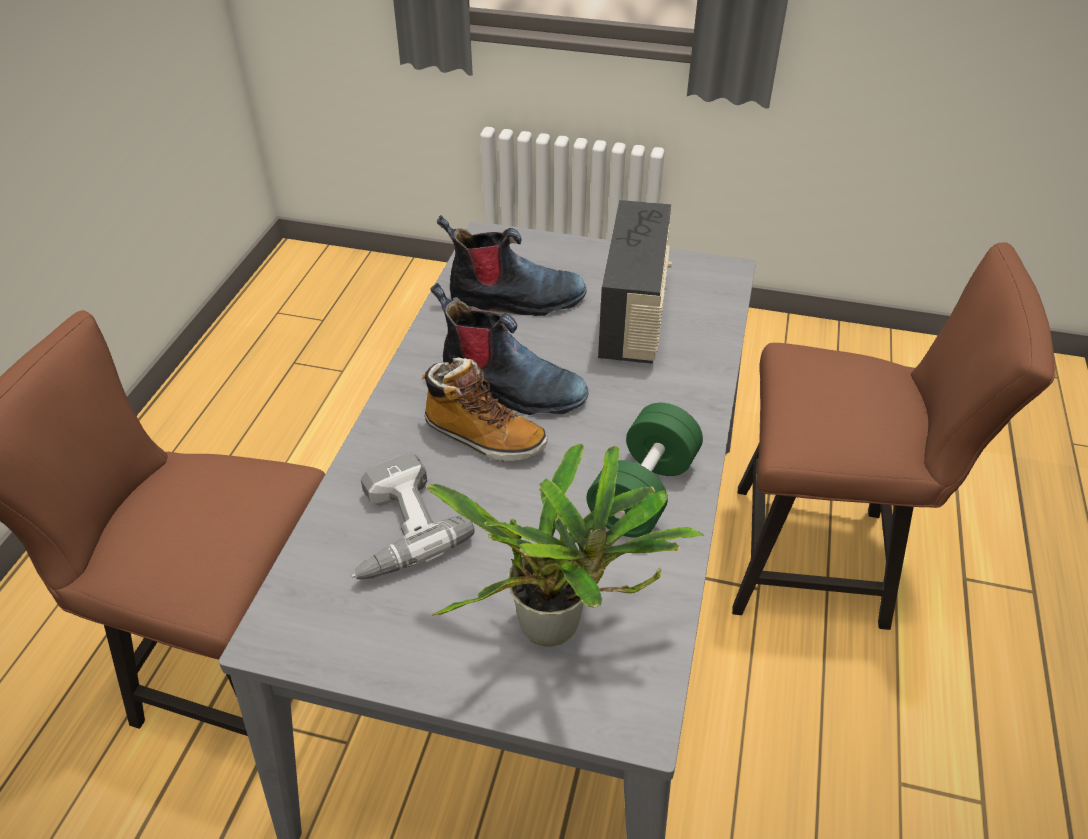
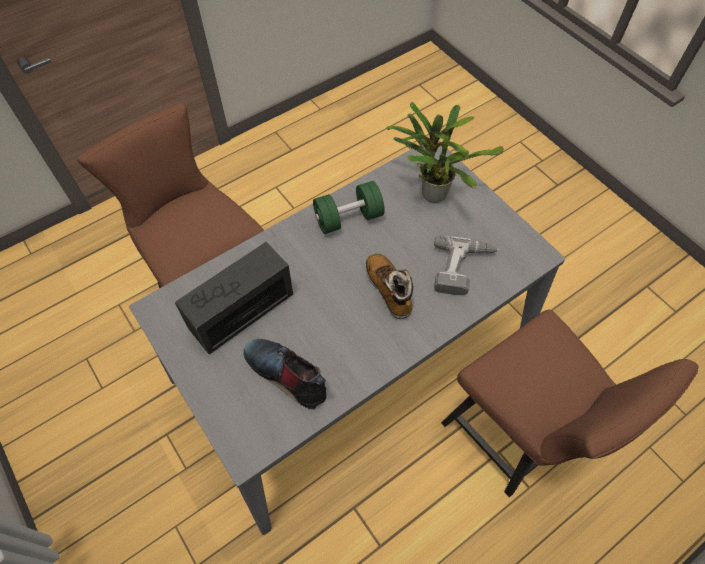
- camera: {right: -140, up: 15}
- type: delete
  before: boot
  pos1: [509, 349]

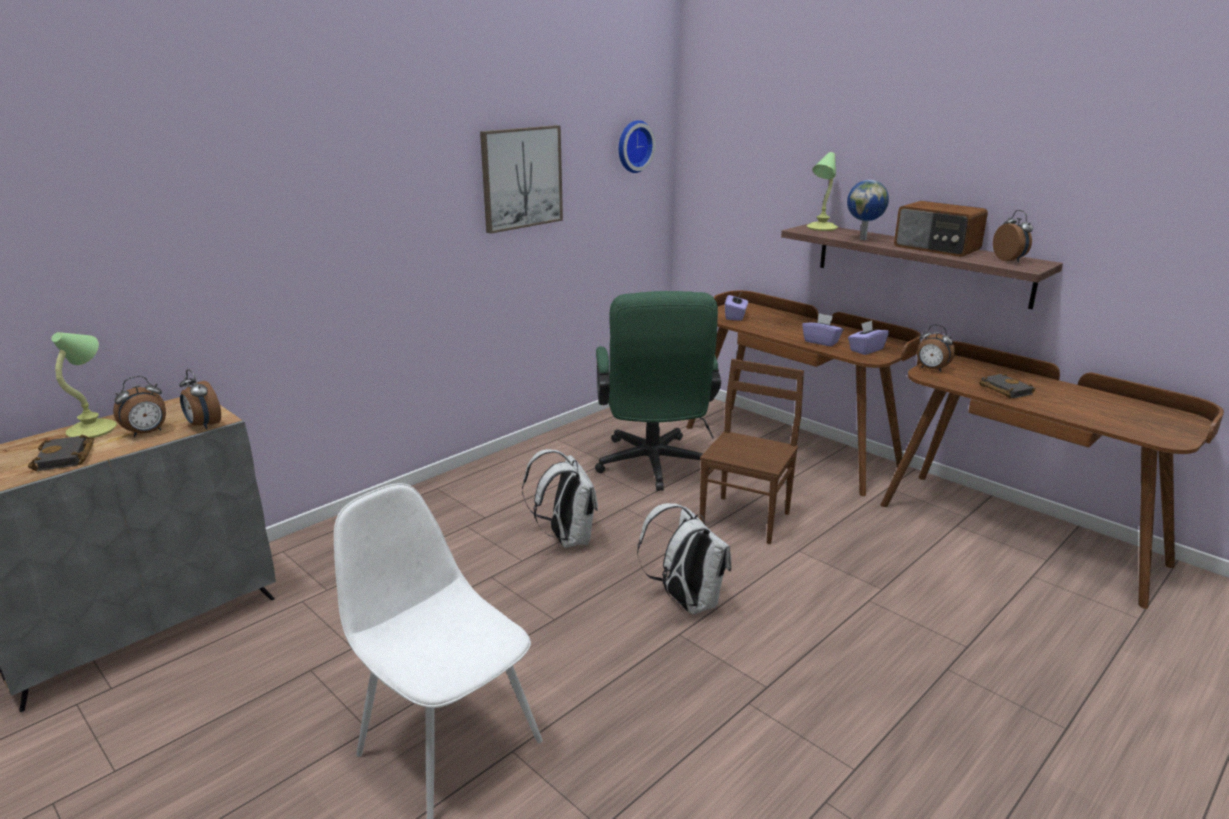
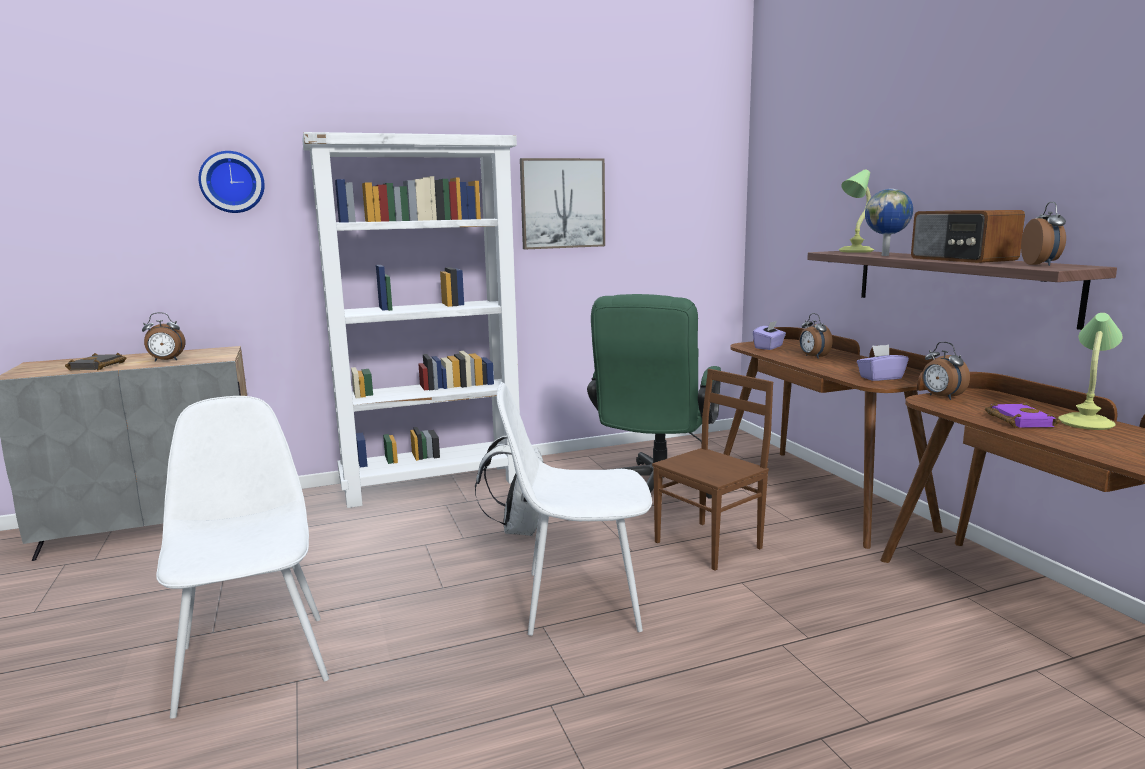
- camera: {right: 25, up: -10}
- type: move
  before: wall clock
  pos1: [637, 146]
  pos2: [232, 182]
- type: insert
  after: bookcase in white
  pos2: [411, 320]
- type: replace
  before: backpack in white
  after: chair in white
  pos1: [684, 558]
  pos2: [574, 509]
- type: move
  before: alarm clock
  pos1: [200, 399]
  pos2: [816, 336]
- type: recolor
  before: book in black
  after: book in purple
  pos1: [1007, 386]
  pos2: [1022, 415]
- type: move
  before: table lamp
  pos1: [84, 385]
  pos2: [1090, 371]
- type: delete
  before: tissue box in purple
  pos1: [822, 330]

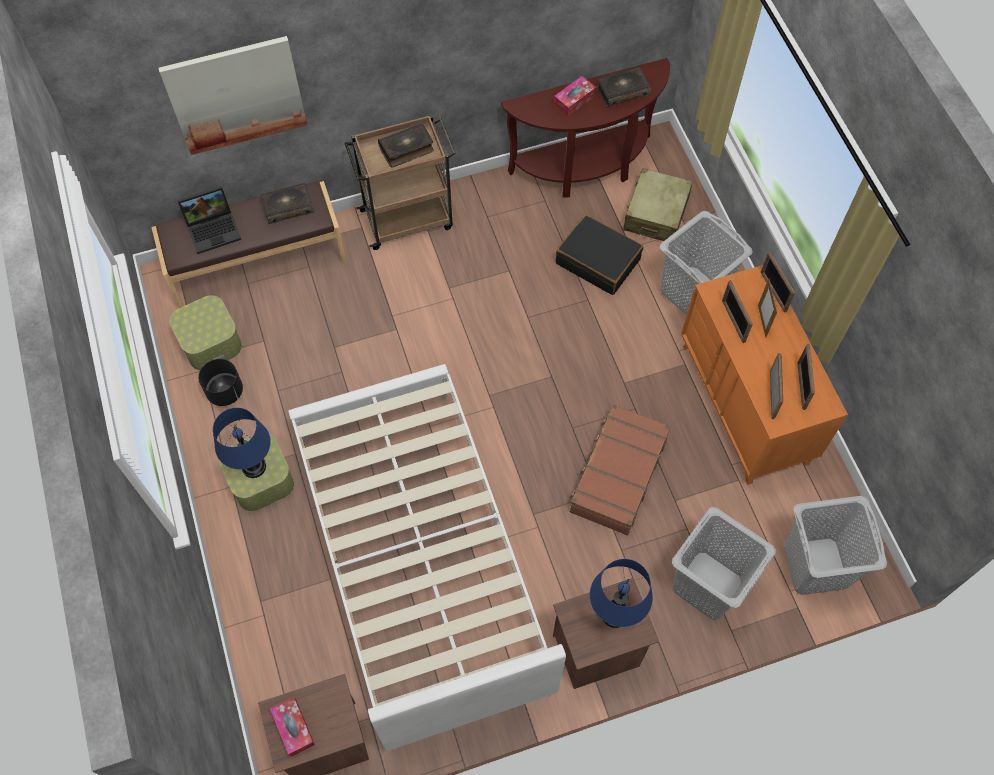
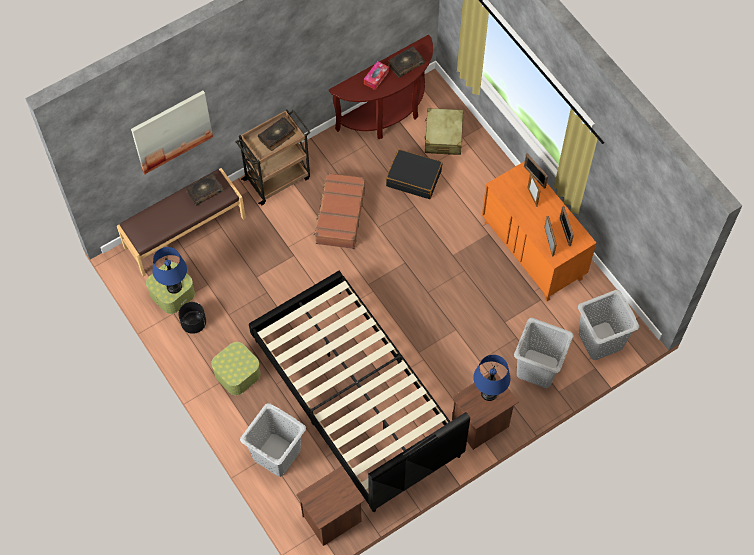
- camera: {right: -15, up: 0}
- type: move
  before: table lamp in blue
  pos1: [242, 443]
  pos2: [169, 270]
- type: move
  before: laundry basket in grey
  pos1: [706, 263]
  pos2: [273, 440]
- type: recolor
  before: bed in white
  after: bed in black
  pos1: [427, 557]
  pos2: [359, 391]
- type: move
  before: suitcase in brown
  pos1: [620, 470]
  pos2: [339, 211]
- type: delete
  before: laptop
  pos1: [209, 220]
- type: delete
  before: tissue box
  pos1: [292, 727]
- type: delete
  before: picture frame
  pos1: [737, 311]

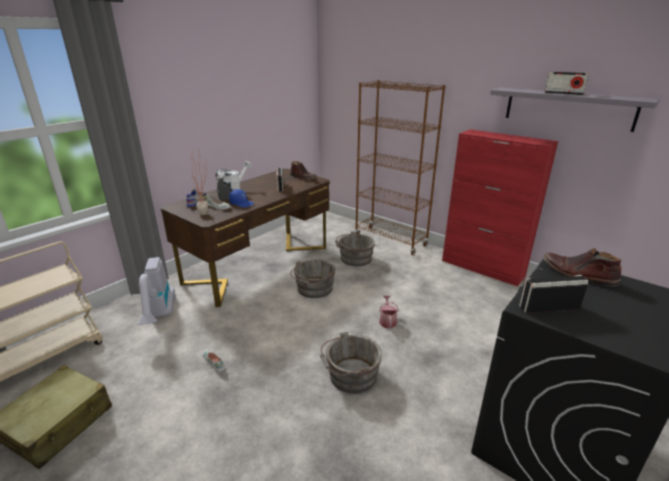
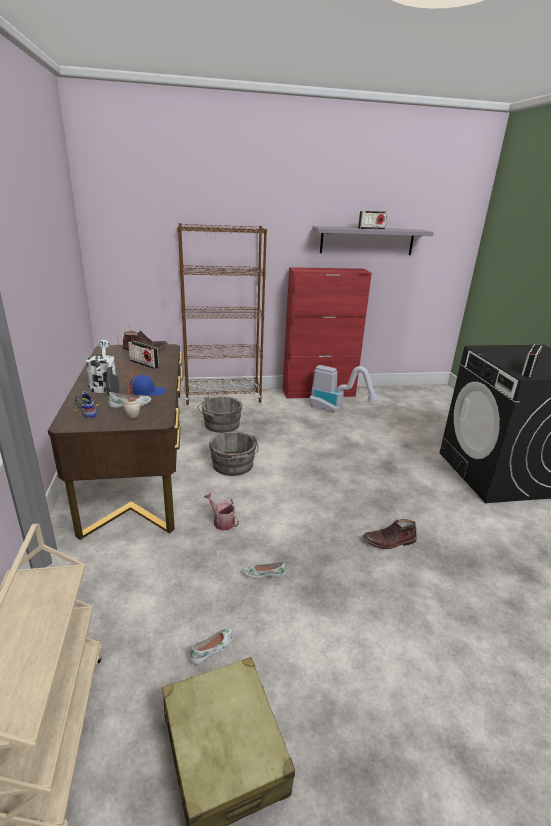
- camera: {right: -50, up: 0}
- type: insert
  after: shoe in white
  pos2: [212, 646]
- type: move
  before: watering can
  pos1: [389, 311]
  pos2: [222, 511]
- type: move
  before: vacuum cleaner
  pos1: [156, 291]
  pos2: [344, 389]
- type: move
  before: boot in brown
  pos1: [582, 267]
  pos2: [390, 534]
- type: delete
  before: bucket in grey
  pos1: [351, 363]

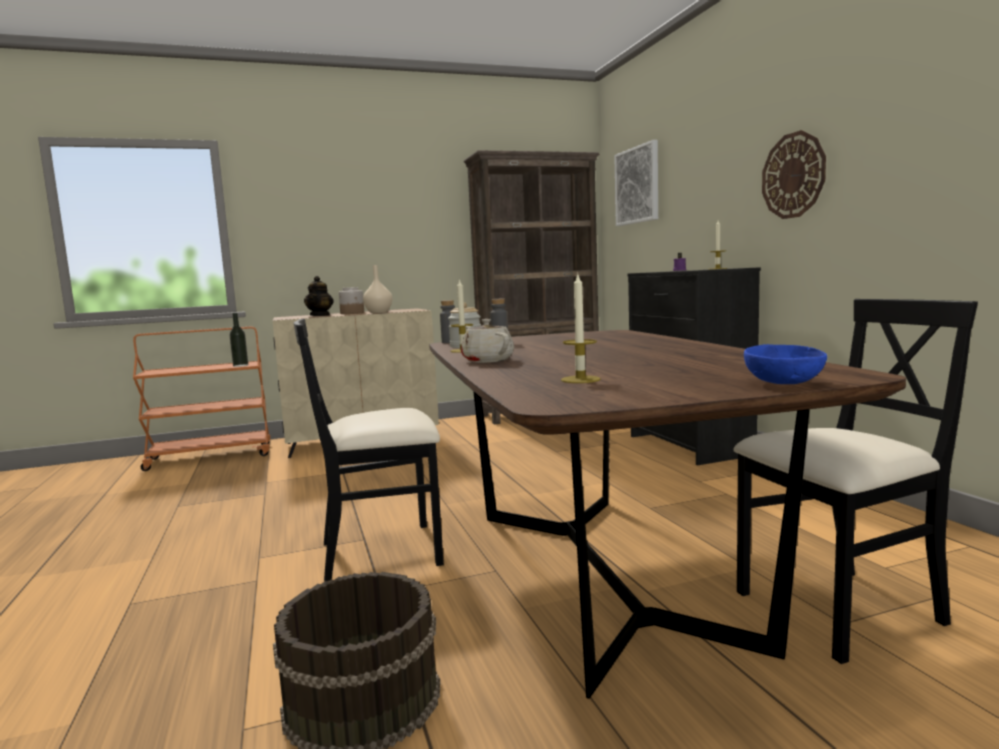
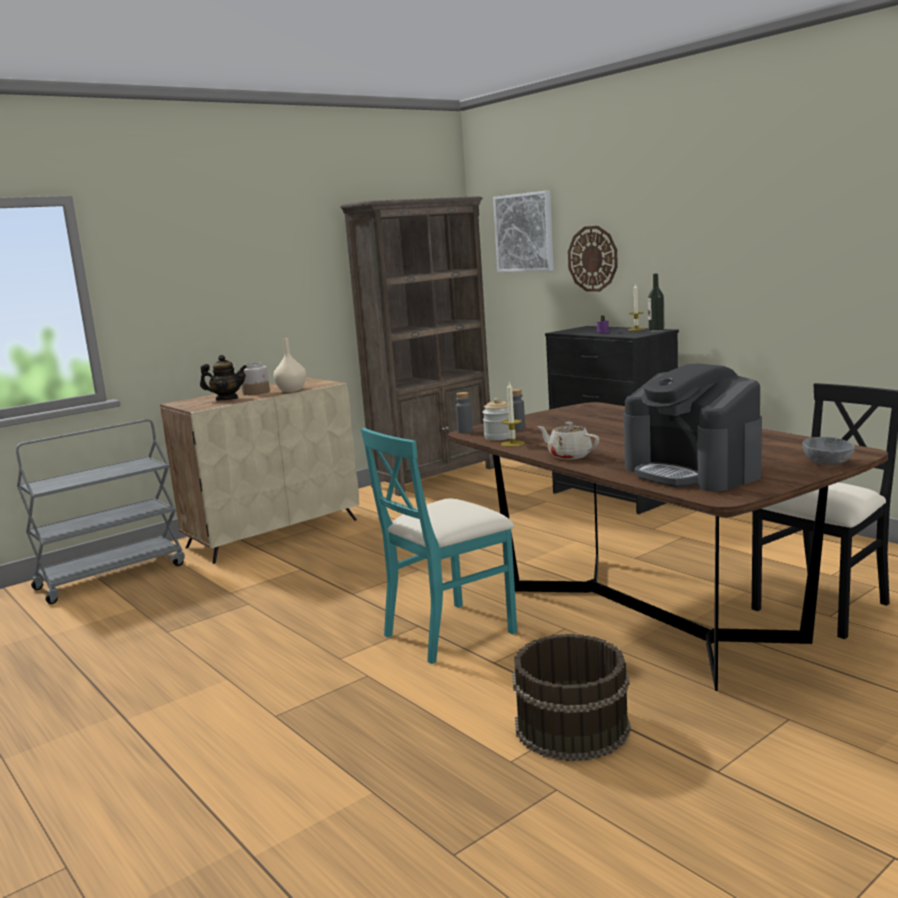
- camera: {right: -20, up: 5}
- type: recolor
  before: cart in orange
  after: cart in grey
  pos1: [201, 399]
  pos2: [100, 511]
- type: rotate
  before: teapot
  pos1: [319, 296]
  pos2: [223, 377]
  turn: -75
- type: recolor
  before: chair in black
  after: chair in turquoise
  pos1: [369, 450]
  pos2: [439, 546]
- type: move
  before: wall clock
  pos1: [794, 174]
  pos2: [593, 259]
- type: replace
  before: candle
  after: coffee machine
  pos1: [581, 328]
  pos2: [693, 427]
- type: move
  before: bottle
  pos1: [238, 340]
  pos2: [656, 303]
- type: recolor
  before: bowl in blue
  after: bowl in grey
  pos1: [785, 364]
  pos2: [829, 451]

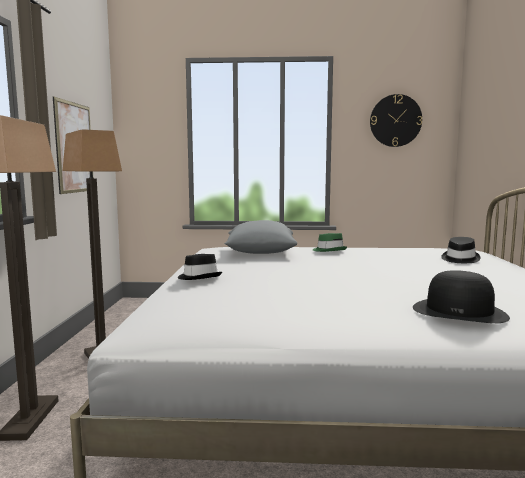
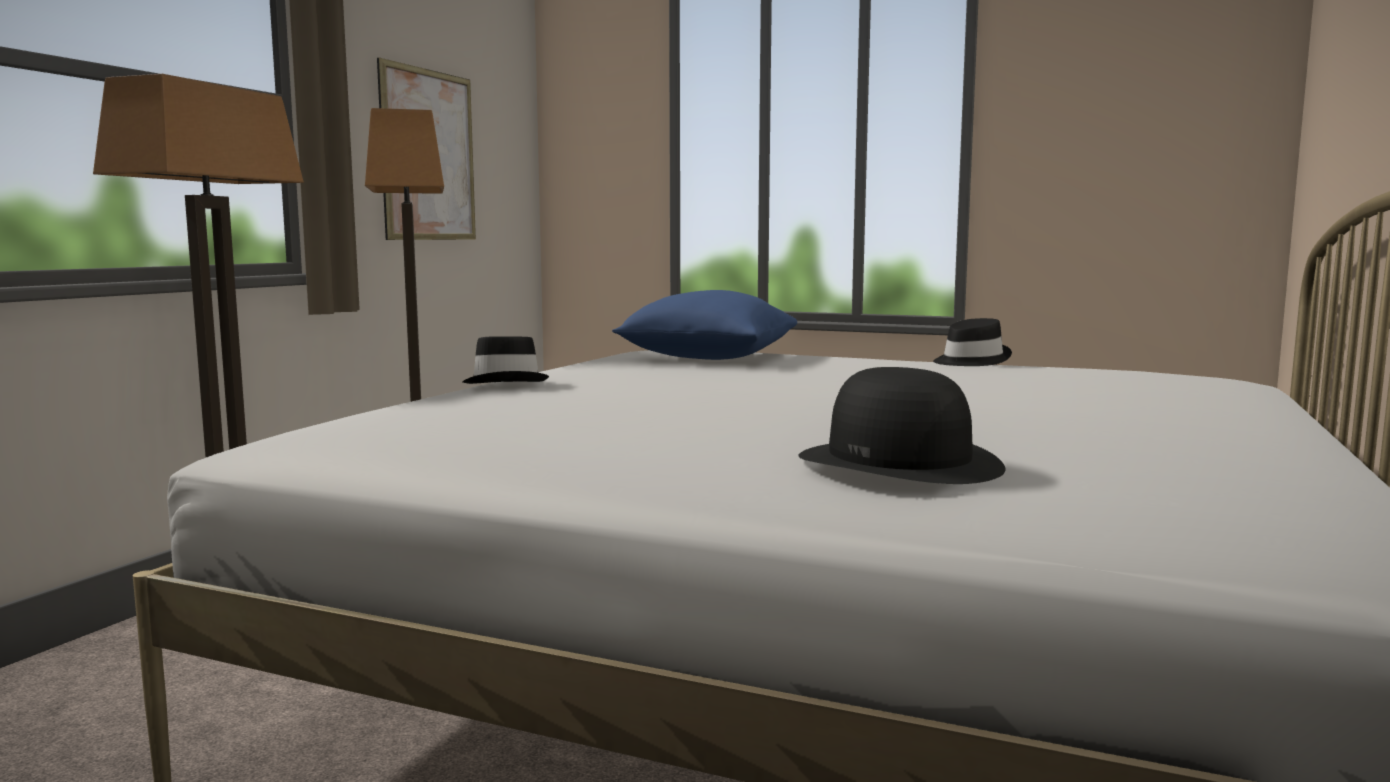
- camera: {right: 20, up: 0}
- type: recolor
  before: pillow in grey
  after: pillow in blue
  pos1: [260, 237]
  pos2: [704, 325]
- type: move
  before: hat in black
  pos1: [461, 250]
  pos2: [972, 342]
- type: delete
  before: hat in green
  pos1: [330, 242]
- type: delete
  before: wall clock
  pos1: [396, 120]

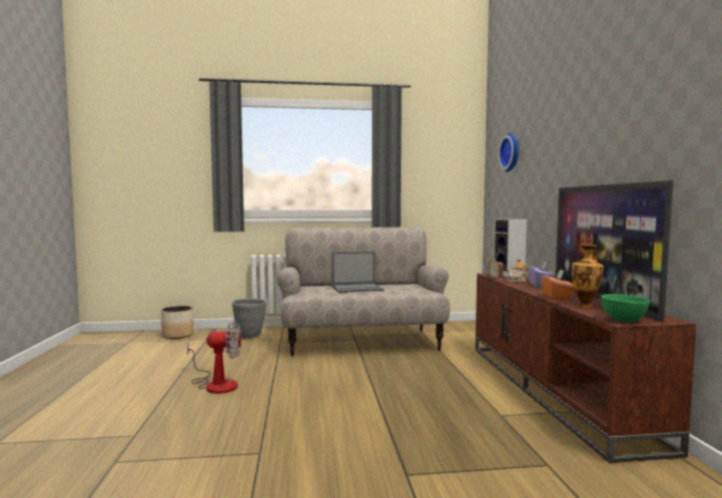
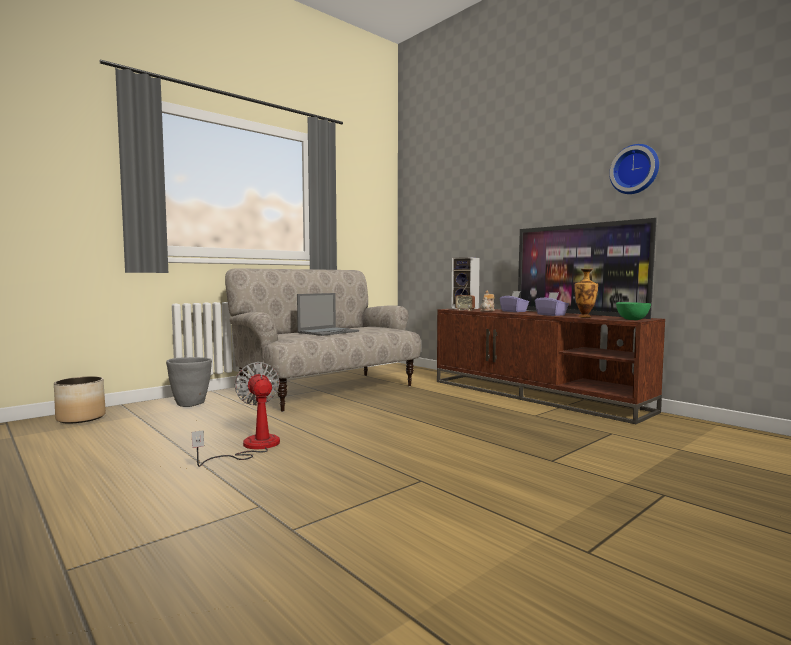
- camera: {right: -35, up: 0}
- type: rotate
  before: fan
  pos1: [214, 357]
  pos2: [236, 414]
  turn: -75
- type: recolor
  before: tissue box in orange
  after: tissue box in purple
  pos1: [557, 285]
  pos2: [552, 304]
- type: move
  before: wall clock
  pos1: [508, 152]
  pos2: [634, 169]

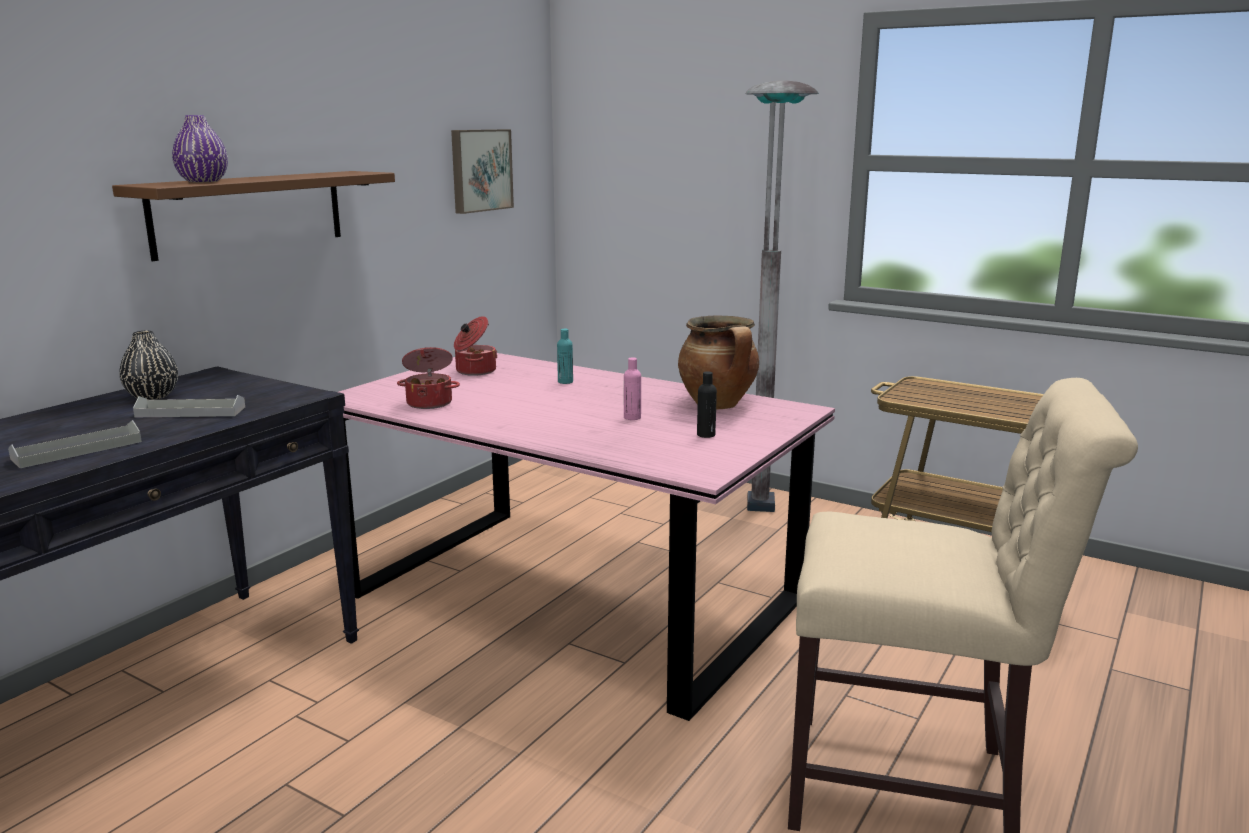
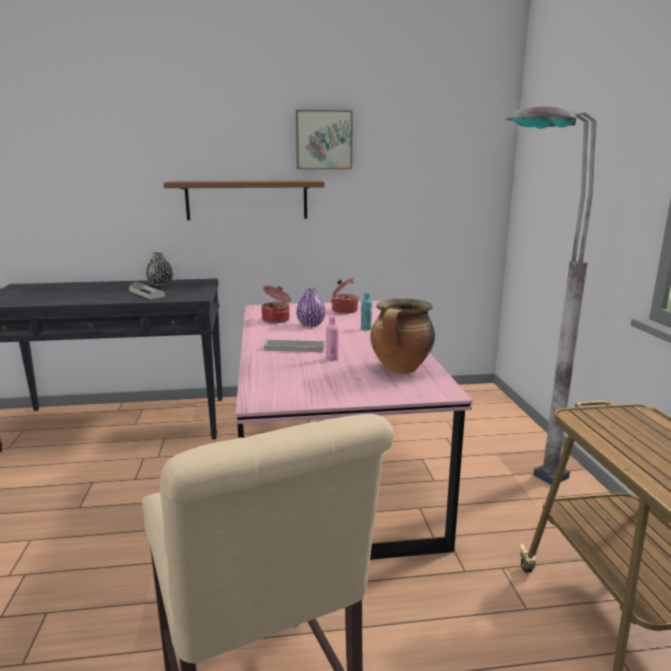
- camera: {right: 50, up: 0}
- type: move
  before: tray in grey
  pos1: [75, 444]
  pos2: [294, 345]
- type: move
  before: picture
  pos1: [482, 171]
  pos2: [324, 139]
- type: move
  before: vase in purple
  pos1: [200, 148]
  pos2: [311, 307]
- type: delete
  before: bottle in black
  pos1: [707, 405]

